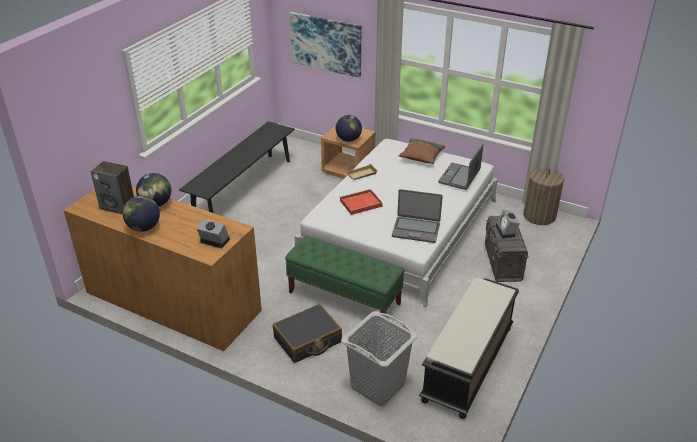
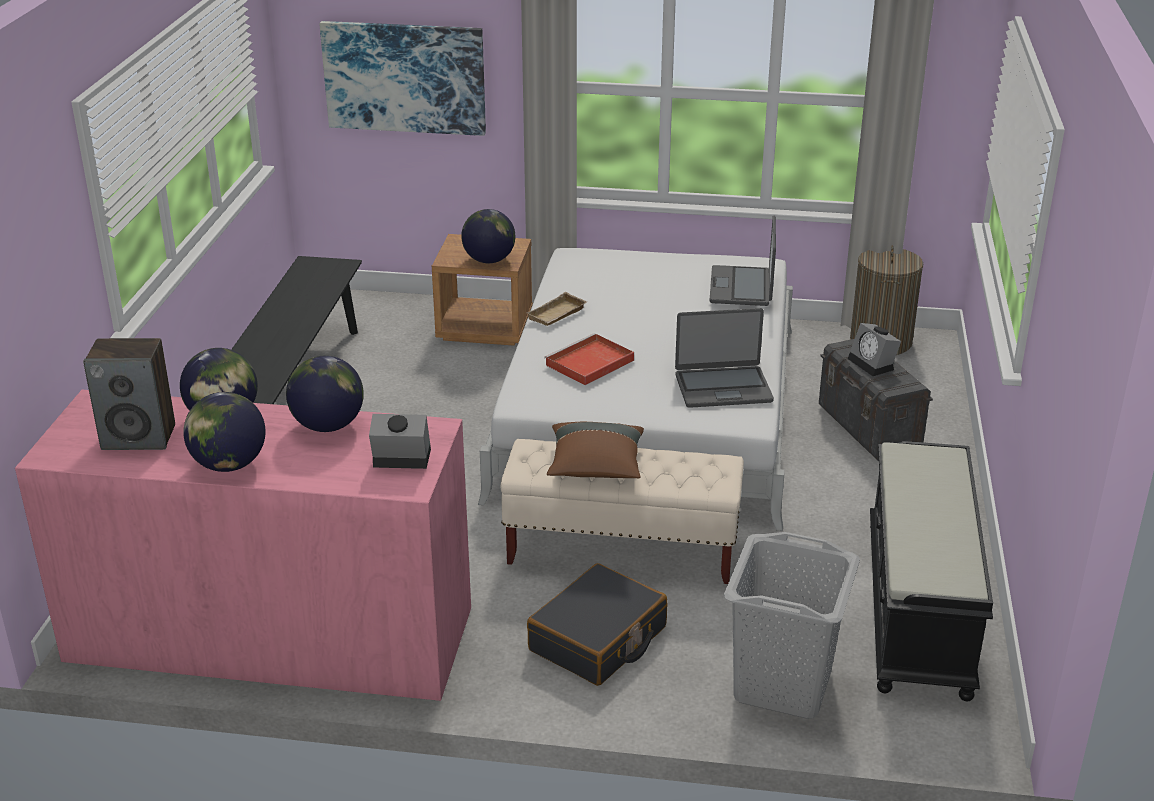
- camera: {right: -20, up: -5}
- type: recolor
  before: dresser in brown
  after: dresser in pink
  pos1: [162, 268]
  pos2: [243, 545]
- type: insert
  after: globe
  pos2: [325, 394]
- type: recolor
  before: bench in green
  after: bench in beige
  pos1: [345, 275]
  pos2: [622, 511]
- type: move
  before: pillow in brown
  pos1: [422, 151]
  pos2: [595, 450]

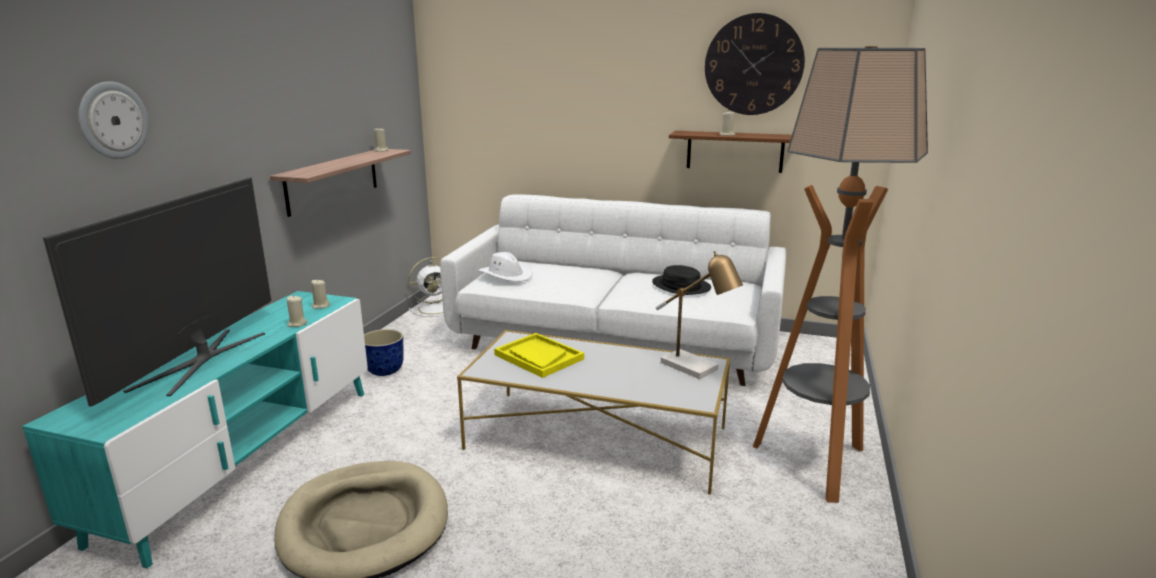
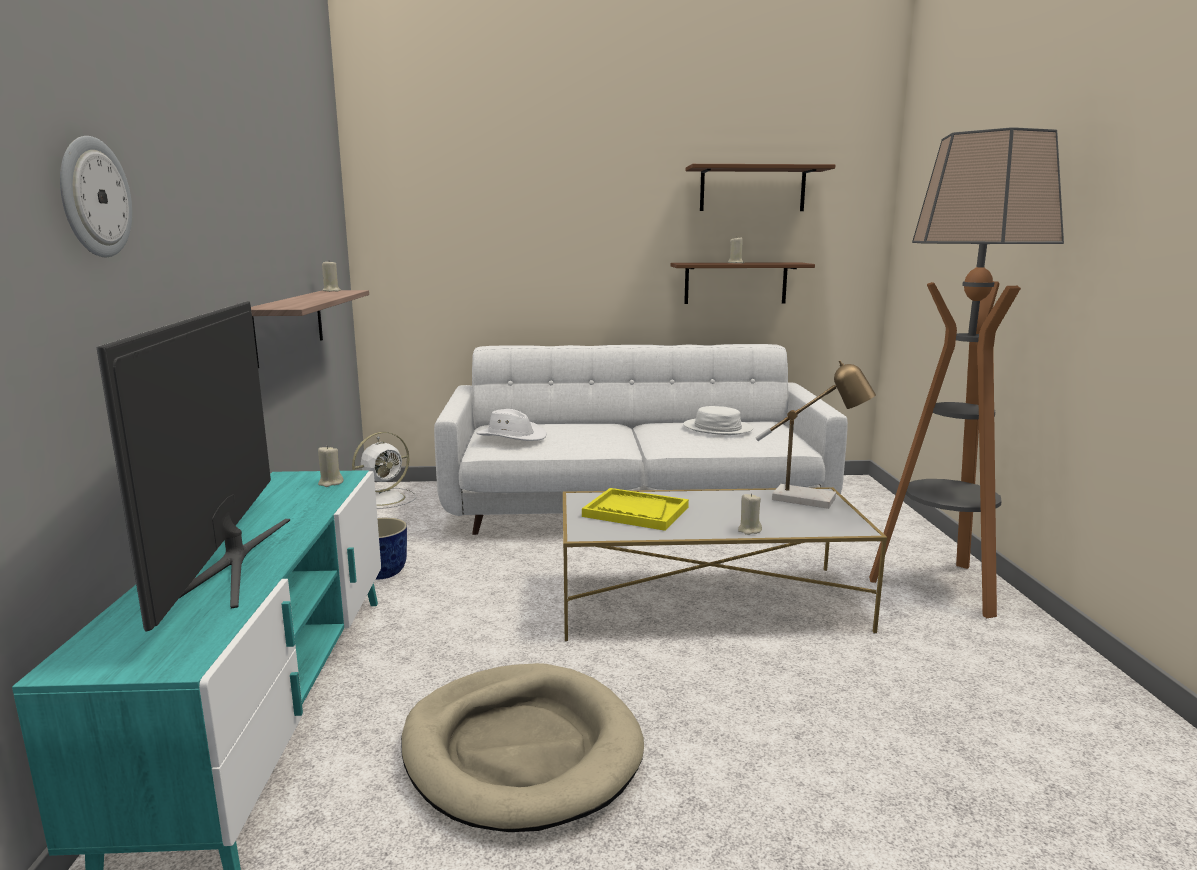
- camera: {right: -20, up: -5}
- type: recolor
  before: hat in black
  after: hat in white
  pos1: [681, 280]
  pos2: [718, 420]
- type: replace
  before: wall clock
  after: shelf in brown
  pos1: [755, 64]
  pos2: [760, 187]
- type: move
  before: candle in beige
  pos1: [297, 311]
  pos2: [750, 514]

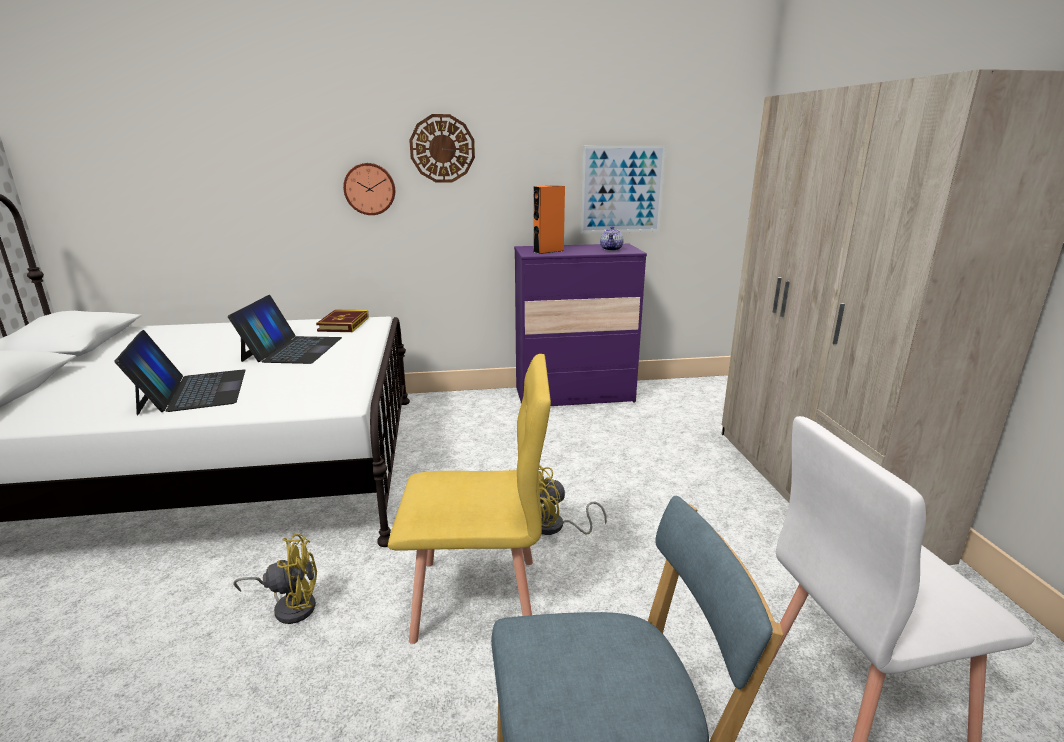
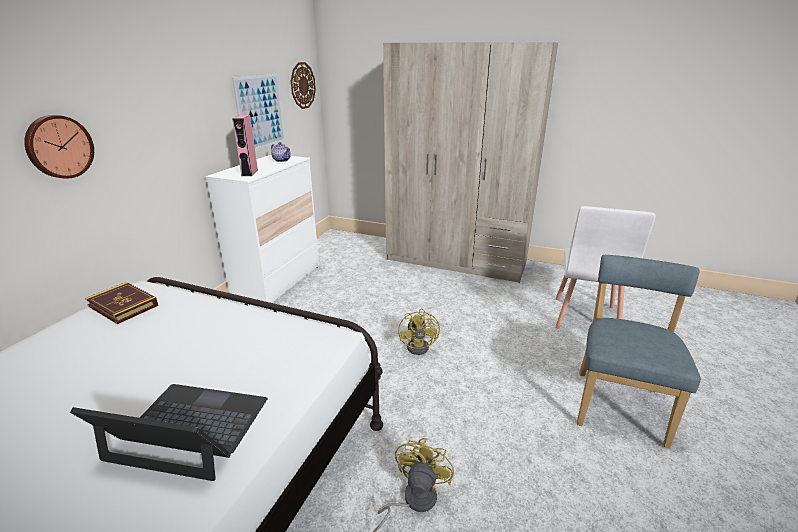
- camera: {right: -60, up: 5}
- type: recolor
  before: dresser in purple
  after: dresser in white
  pos1: [580, 325]
  pos2: [262, 228]
- type: recolor
  before: speaker in orange
  after: speaker in pink
  pos1: [549, 219]
  pos2: [245, 145]
- type: move
  before: wall clock
  pos1: [442, 148]
  pos2: [303, 85]
- type: delete
  before: laptop
  pos1: [285, 329]
- type: delete
  before: chair in yellow
  pos1: [469, 499]

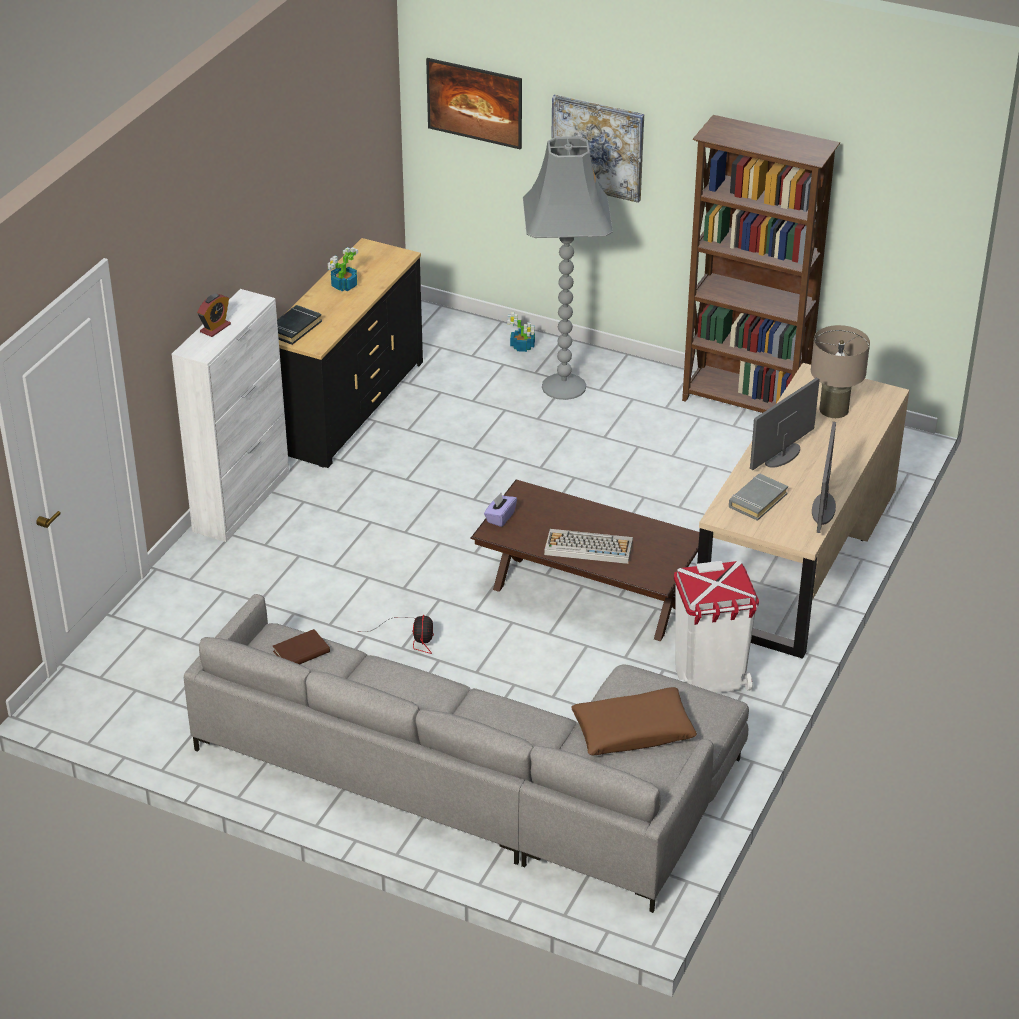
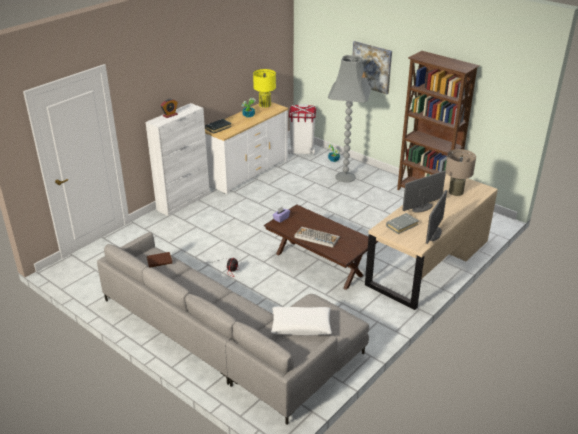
- camera: {right: 15, up: -5}
- type: recolor
  before: dresser in black
  after: dresser in white
  pos1: [351, 353]
  pos2: [246, 148]
- type: insert
  after: table lamp in yellow
  pos2: [264, 88]
- type: recolor
  before: pillow in brown
  after: pillow in white
  pos1: [634, 721]
  pos2: [301, 321]
- type: move
  before: trash can in white
  pos1: [716, 627]
  pos2: [302, 129]
- type: delete
  before: picture
  pos1: [474, 104]

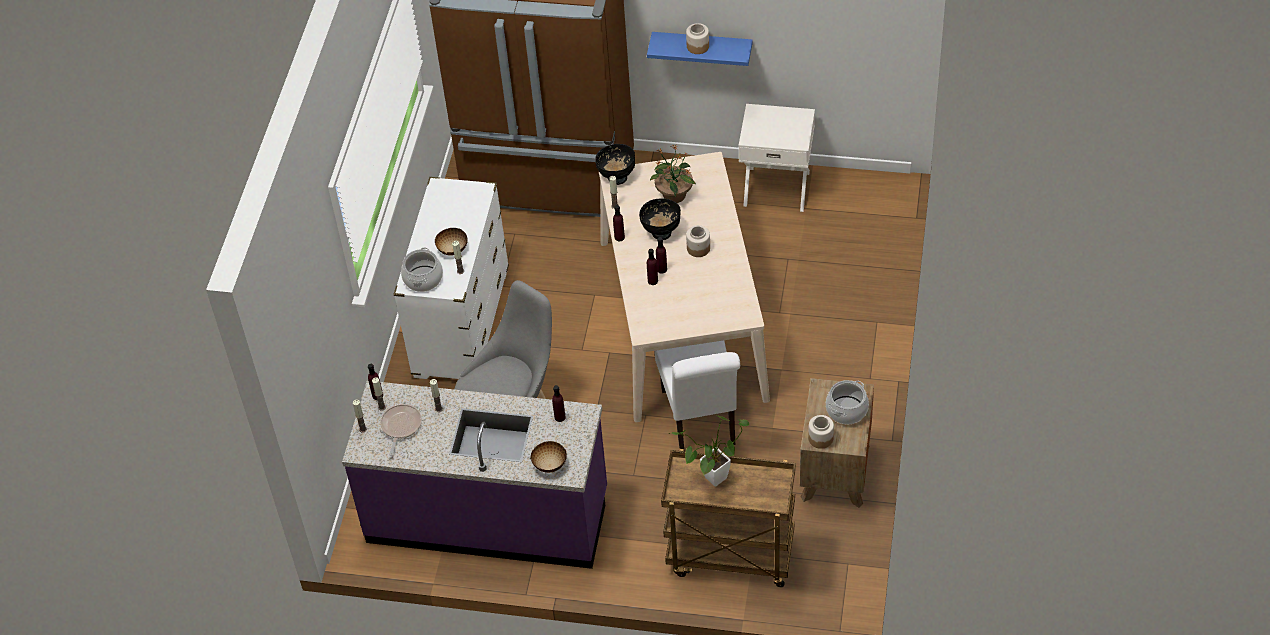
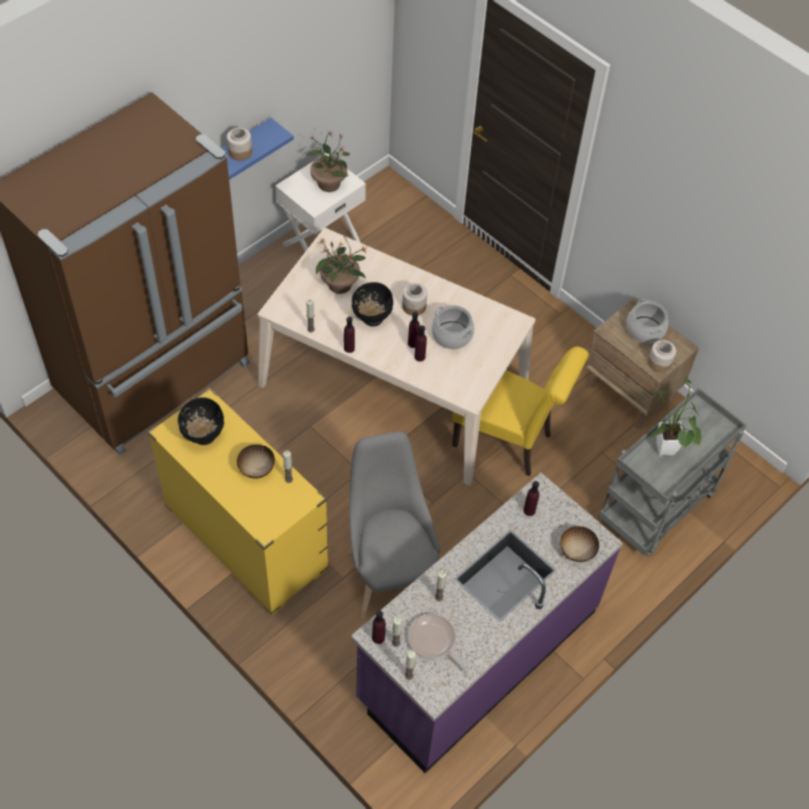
- camera: {right: -60, up: 5}
- type: recolor
  before: dresser in white
  after: dresser in yellow
  pos1: [451, 278]
  pos2: [238, 501]
- type: move
  before: bowl in black
  pos1: [615, 164]
  pos2: [201, 421]
- type: insert
  after: potted plant
  pos2: [328, 161]
- type: move
  before: cooking pot
  pos1: [422, 269]
  pos2: [453, 327]
- type: recolor
  before: chair in white
  after: chair in yellow
  pos1: [697, 394]
  pos2: [520, 411]
- type: recolor
  before: cart in brown
  after: cart in grey
  pos1: [728, 518]
  pos2: [672, 472]

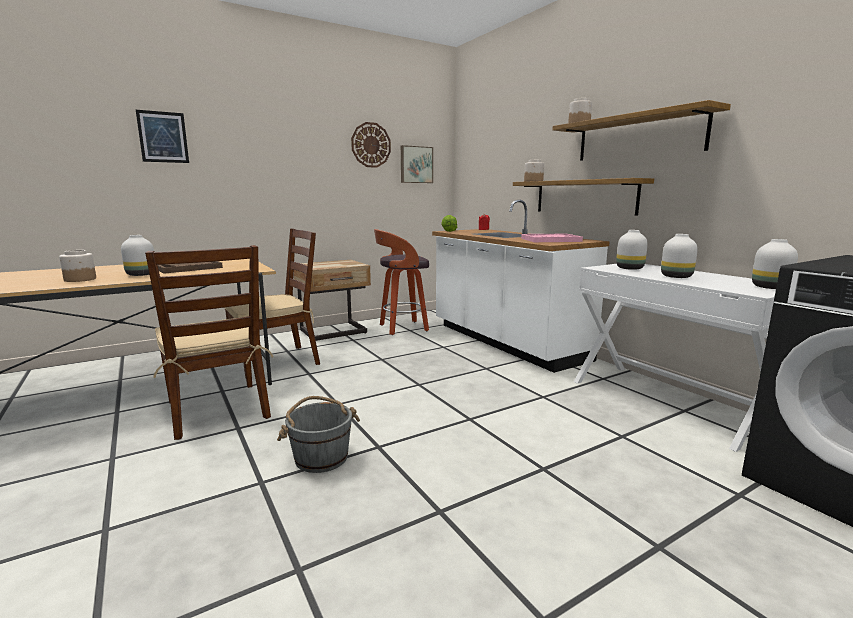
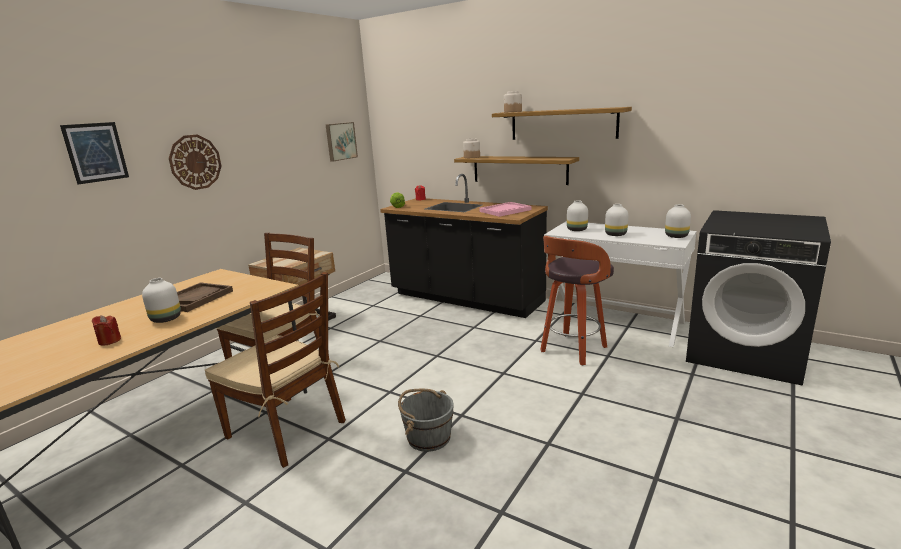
- camera: {right: -25, up: 5}
- type: replace
  before: jar
  after: candle in red
  pos1: [77, 266]
  pos2: [106, 330]
- type: move
  before: wall clock
  pos1: [371, 145]
  pos2: [195, 162]
- type: recolor
  before: counter in white
  after: counter in black
  pos1: [521, 286]
  pos2: [464, 246]
- type: move
  before: stool
  pos1: [401, 282]
  pos2: [577, 300]

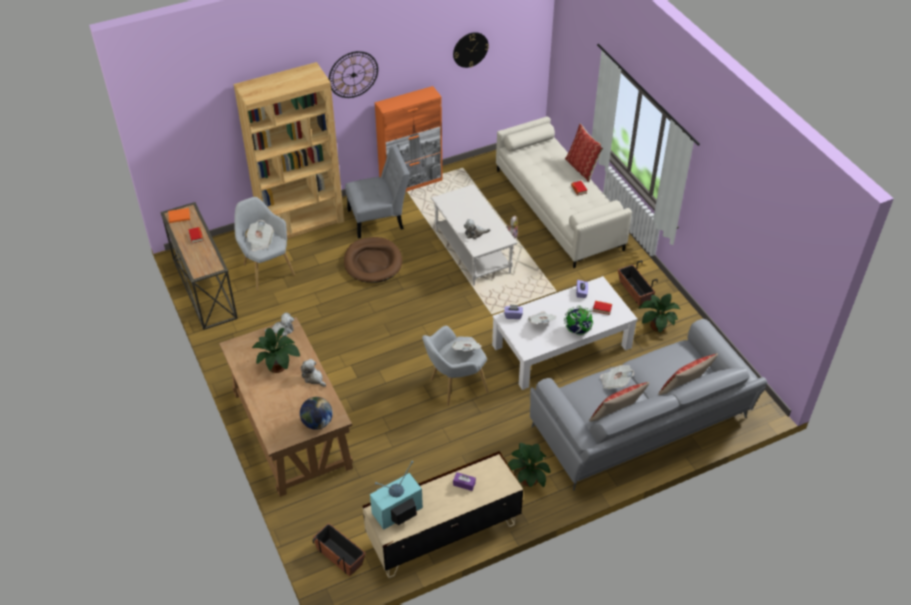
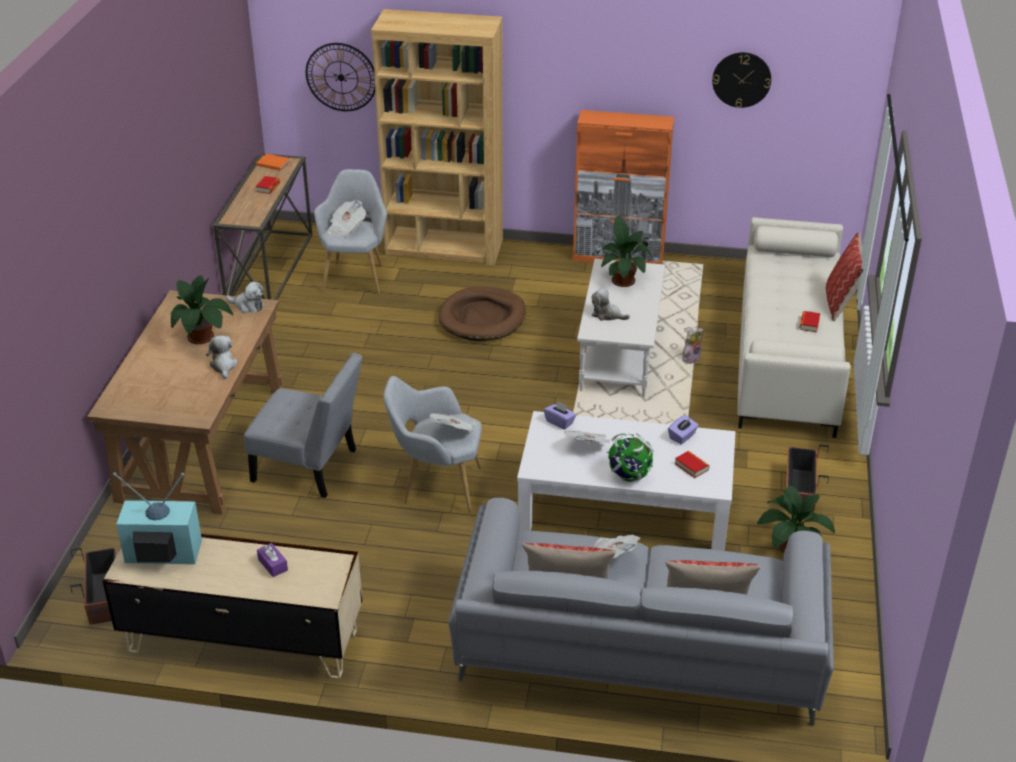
- camera: {right: 35, up: -10}
- type: move
  before: chair in grey
  pos1: [377, 192]
  pos2: [303, 425]
- type: move
  before: wall clock
  pos1: [353, 74]
  pos2: [340, 77]
- type: move
  before: potted plant
  pos1: [529, 465]
  pos2: [624, 251]
- type: delete
  before: globe
  pos1: [316, 413]

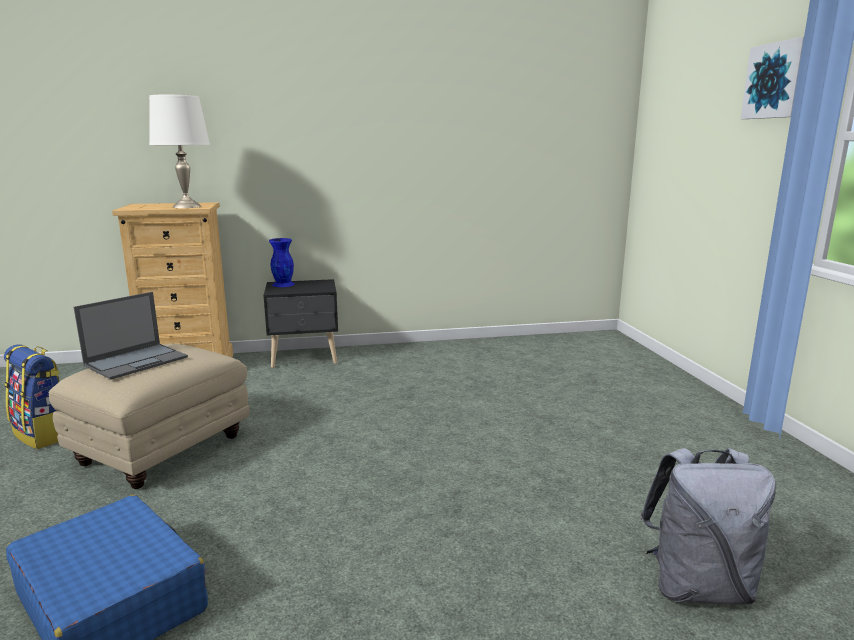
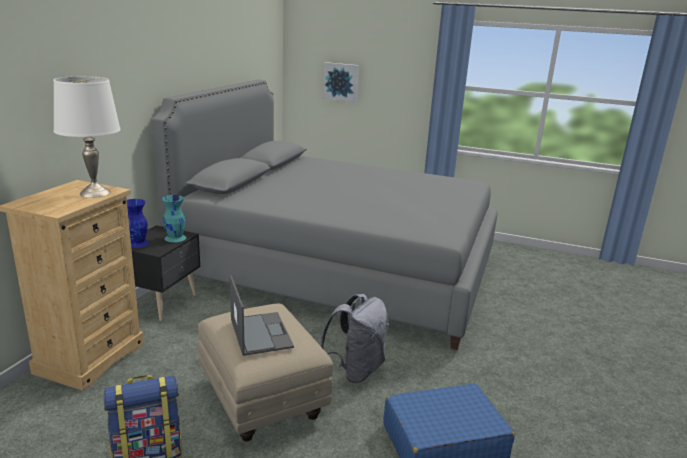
- camera: {right: -60, up: 5}
- type: insert
  after: bed in grey
  pos2: [325, 215]
- type: insert
  after: vase in turquoise
  pos2: [174, 218]
- type: move
  before: backpack in grey
  pos1: [708, 526]
  pos2: [355, 338]
- type: move
  before: picture
  pos1: [772, 77]
  pos2: [341, 82]

